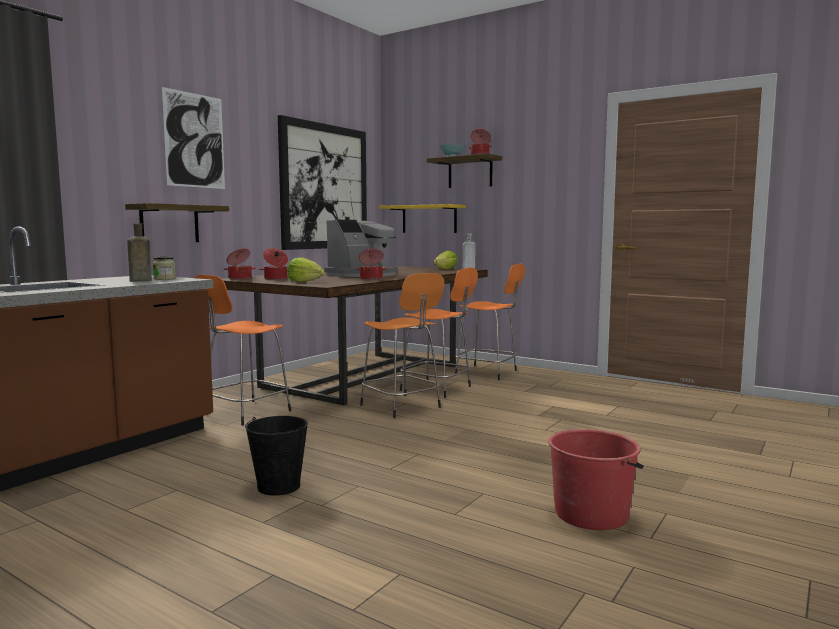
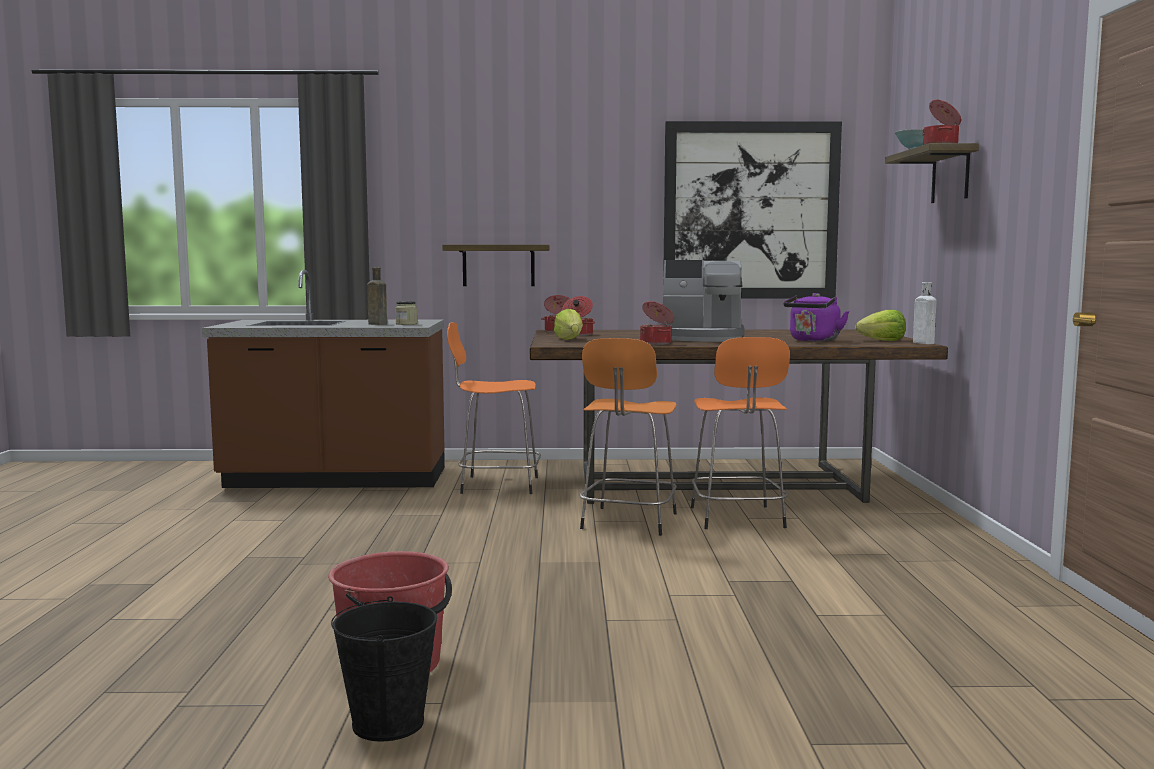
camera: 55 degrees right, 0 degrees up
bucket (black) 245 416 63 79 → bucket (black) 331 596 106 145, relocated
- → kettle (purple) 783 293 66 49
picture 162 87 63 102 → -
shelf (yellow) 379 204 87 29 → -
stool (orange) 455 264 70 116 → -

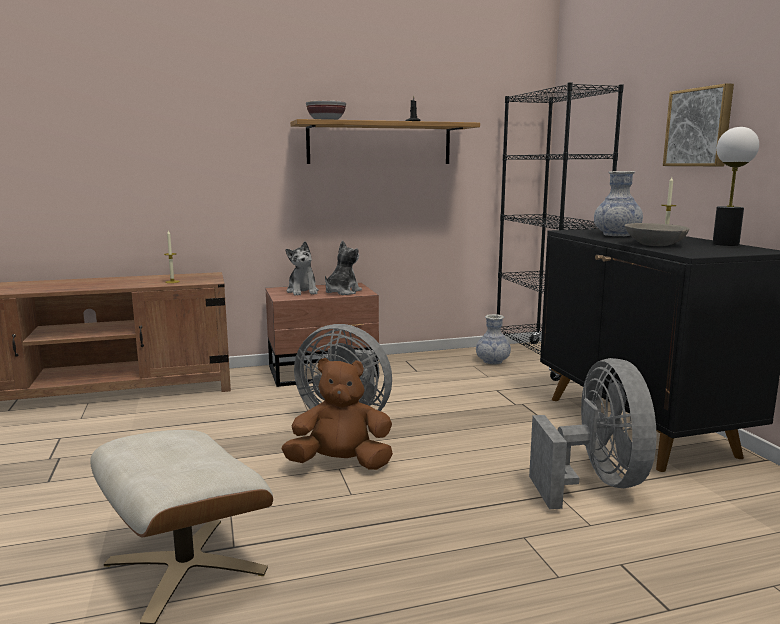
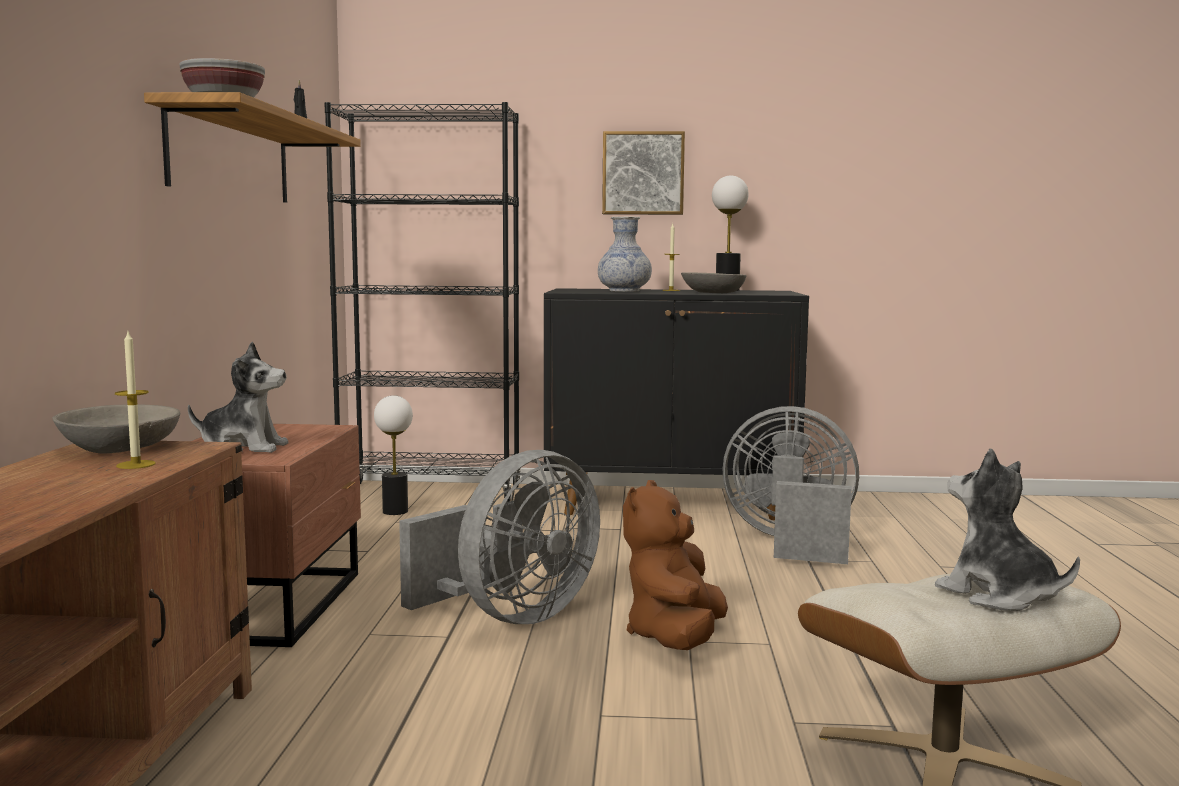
camera: 70 degrees left, 5 degrees down
- → bowl (grey) 52 404 129 49
vase 476 314 35 50 → table lamp 374 395 39 120
plush toy 325 240 37 55 → plush toy 935 448 145 163, relocated

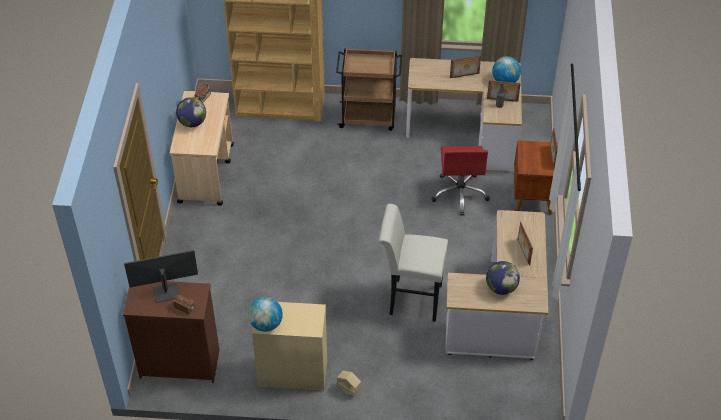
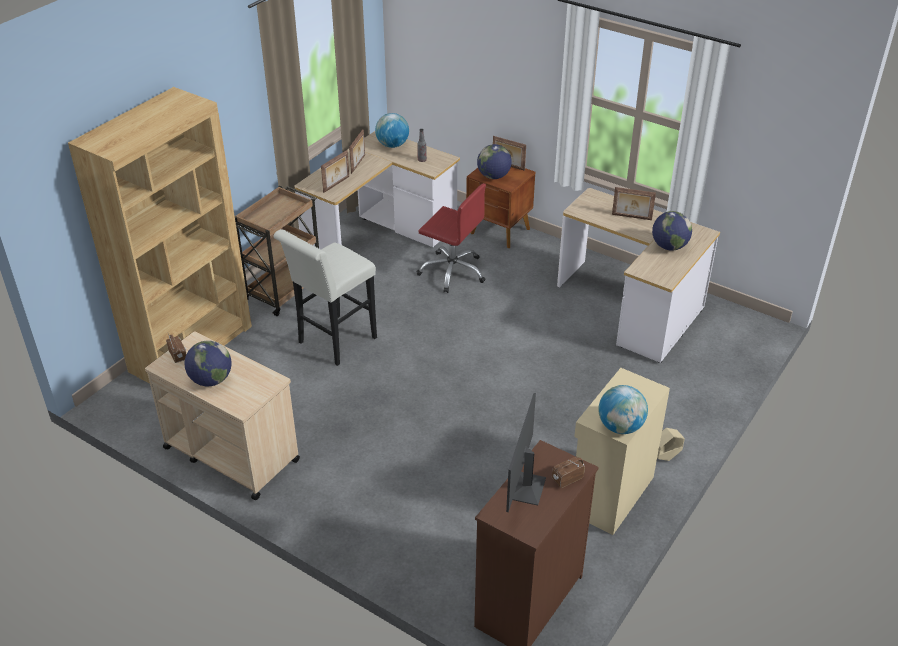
camera: 60 degrees left, 10 degrees down
stool (white) 379 204 69 118 → stool (white) 273 229 104 137, relocated
picture frame 487 80 34 22 → picture frame 321 150 28 43, relocated
- → globe 477 144 35 35

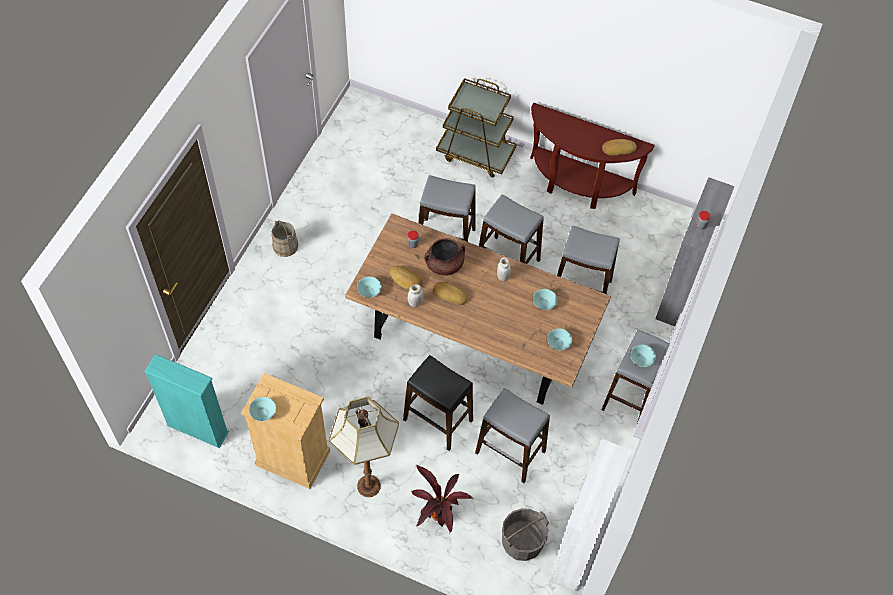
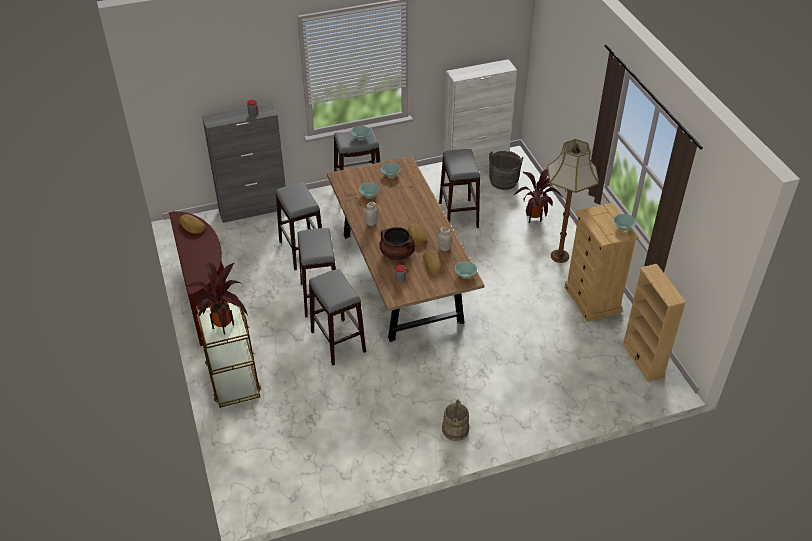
camera: 130 degrees left, 15 degrees down
- → potted plant 186 262 62 73
bookcase (turquoise) 144 354 85 94 → bookcase (beige) 622 264 65 118
stool (black) 403 355 70 96 → -

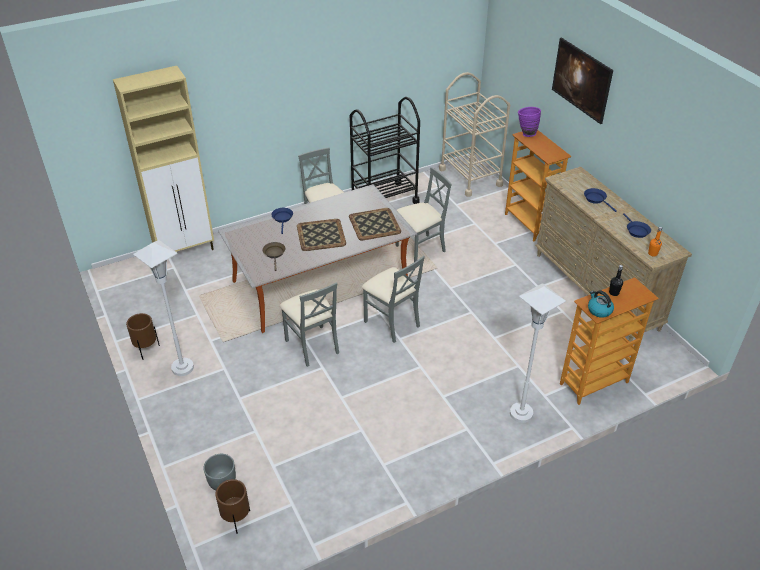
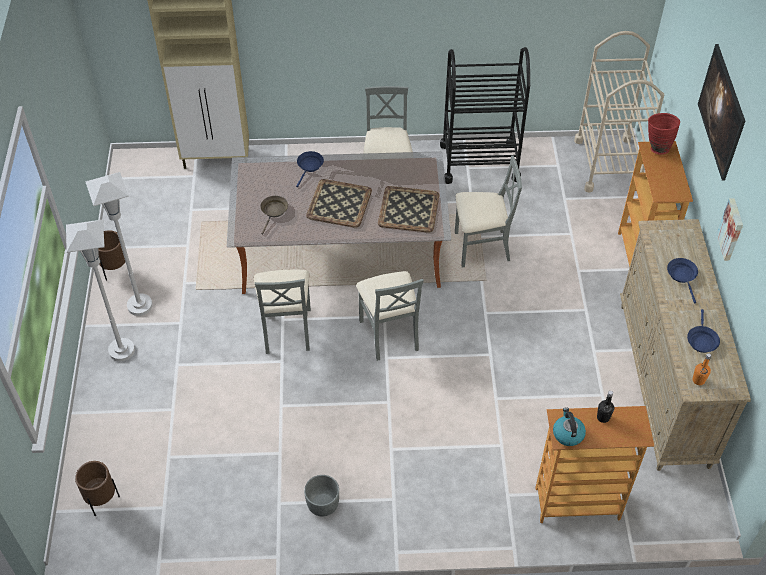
camera: 25 degrees right, 10 degrees up
floor lamp (white) 510 283 56 140 → floor lamp (white) 66 219 69 142, relocated
planter (grey) 203 454 33 36 → planter (grey) 304 475 35 42, relocated
vase (purple) 518 107 23 30 → vase (red) 648 113 32 42
- → picture 716 198 27 63

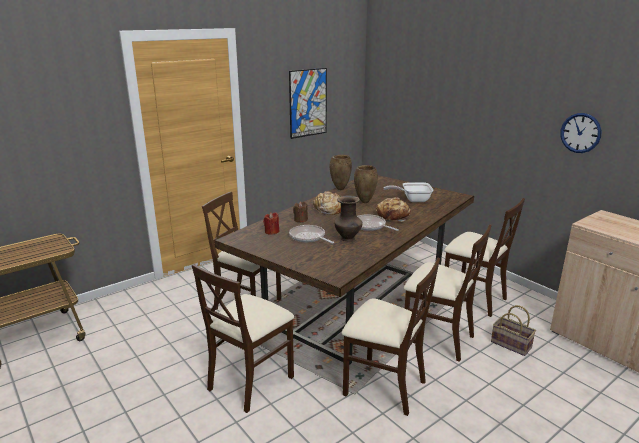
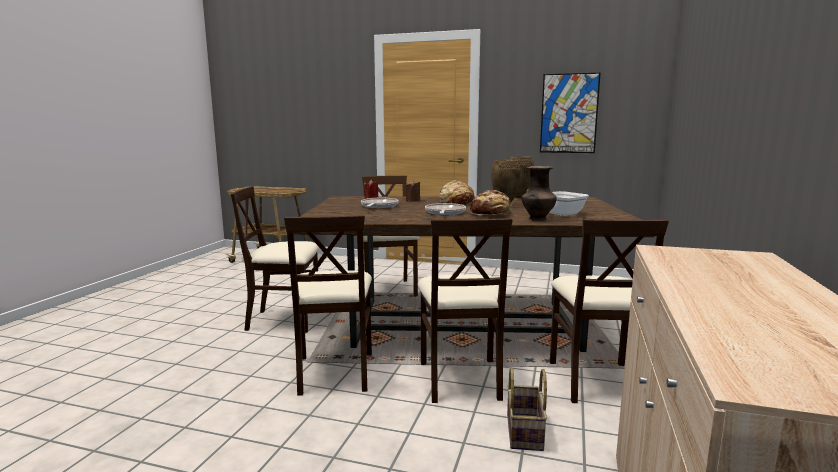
camera: 55 degrees right, 10 degrees down
vase (brown) 334 195 29 47 → vase (brown) 522 166 35 55, relocated
wall clock 560 113 42 40 → -

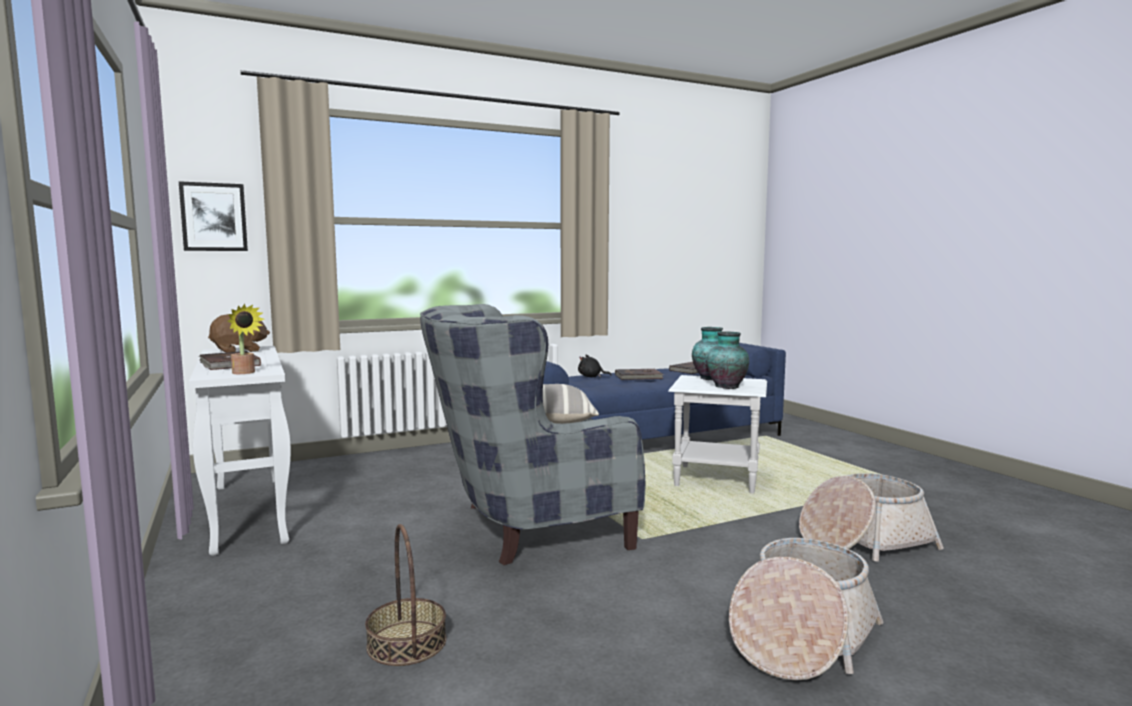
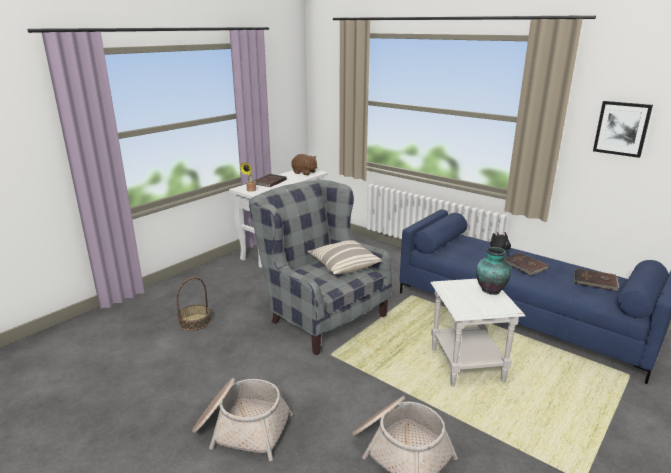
camera: 65 degrees right, 15 degrees up
picture 179 181 69 70 → picture 593 101 60 57, relocated
vase 707 331 42 58 → -

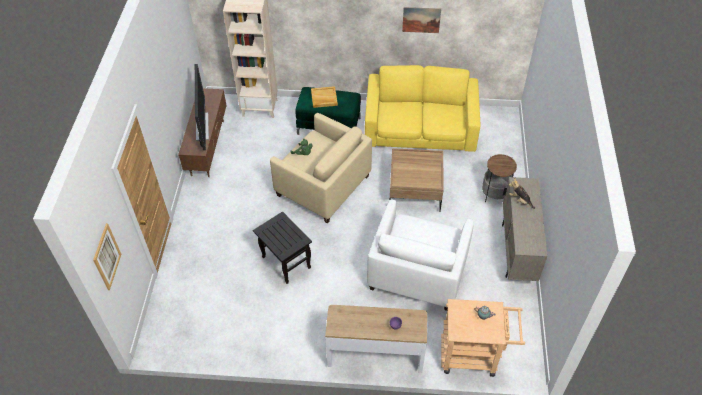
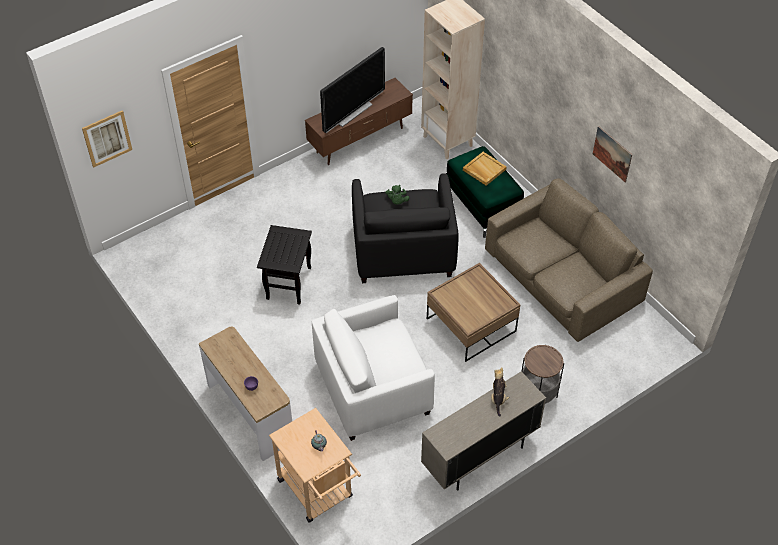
camera: 50 degrees right, 0 degrees up
armchair (beige) 270 113 102 111 → armchair (black) 352 173 106 110
sofa (yellow) 365 65 116 87 → sofa (brown) 485 178 168 164

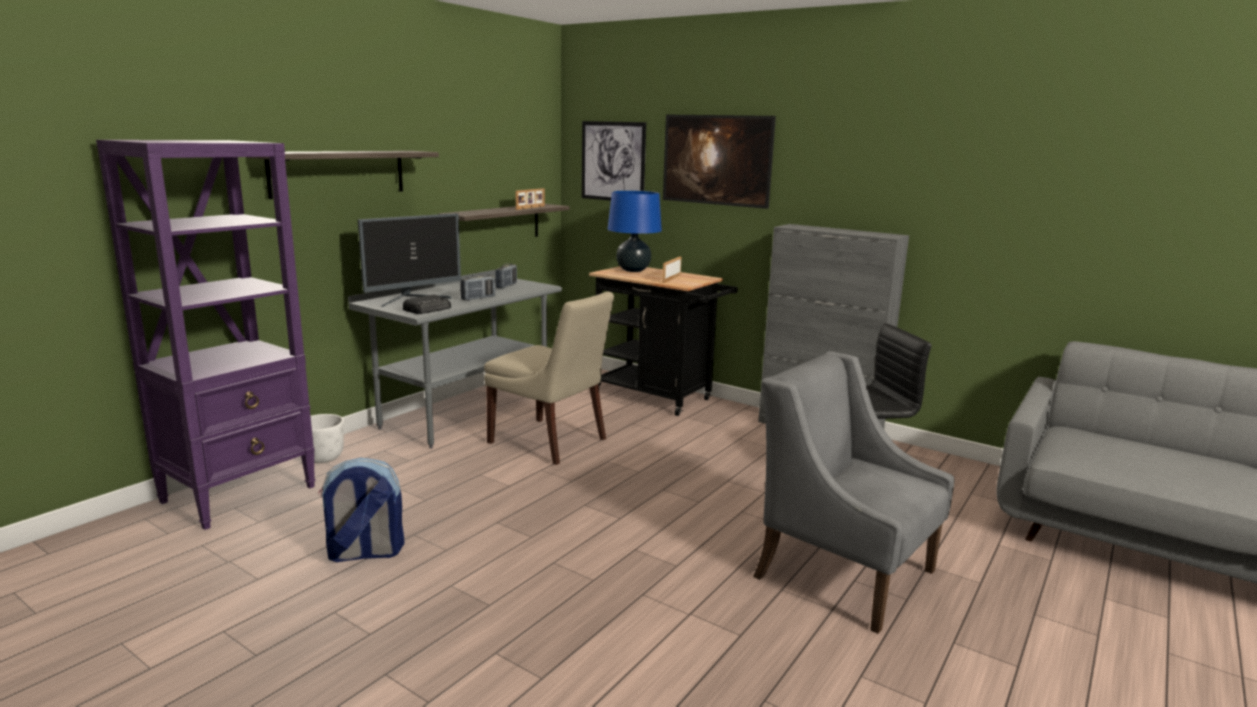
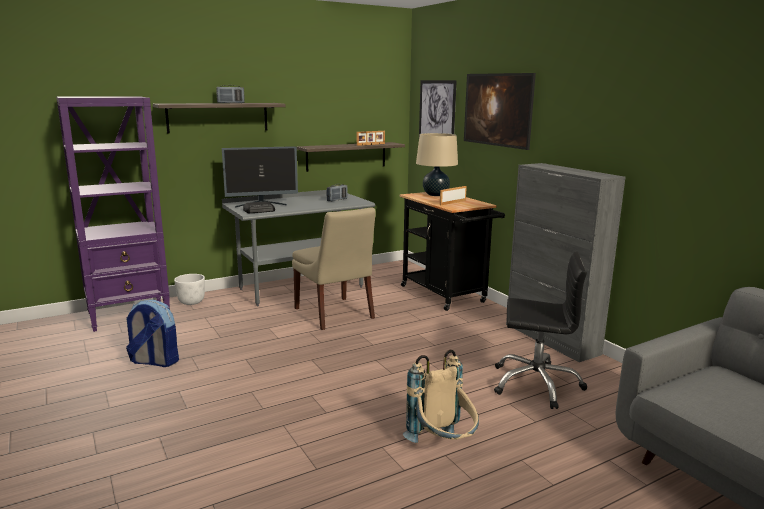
camera: 25 degrees right, 0 degrees up
radio 460 274 36 26 → radio 216 85 29 18, relocated
armchair (grey) 753 351 201 283 → backpack (beige) 403 350 76 93
table lamp (blue) 608 190 54 82 → table lamp (beige) 416 133 42 63

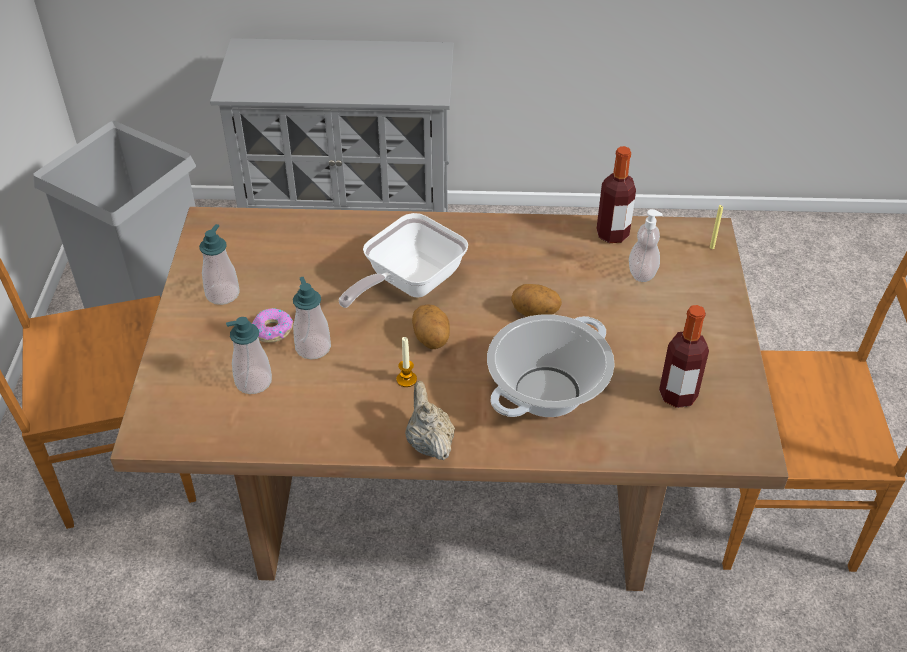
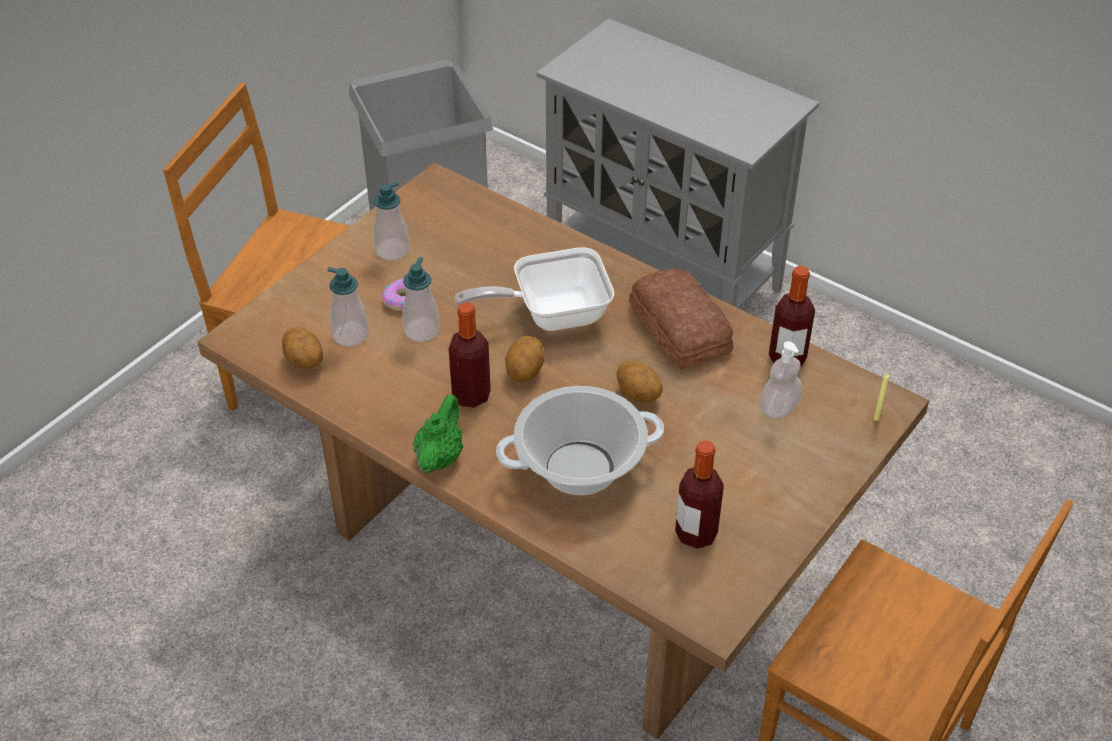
camera: 35 degrees right, 0 degrees up
- → potato 282 327 41 42
teapot (beige) 405 381 50 79 → teapot (green) 413 395 50 78
candle 396 337 21 50 → bottle 449 302 42 106
- → bread 629 268 104 102

